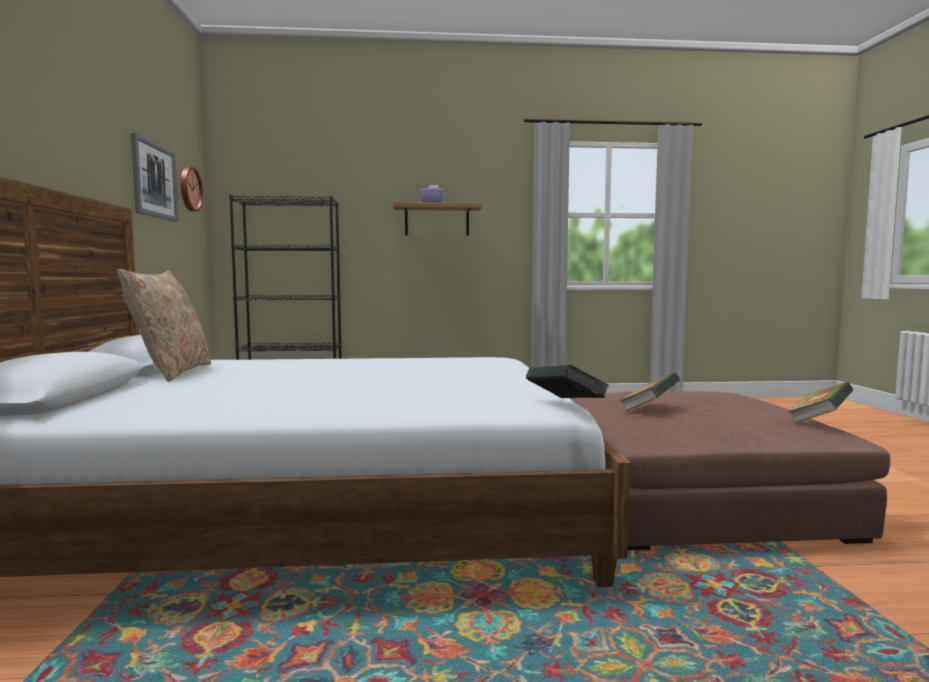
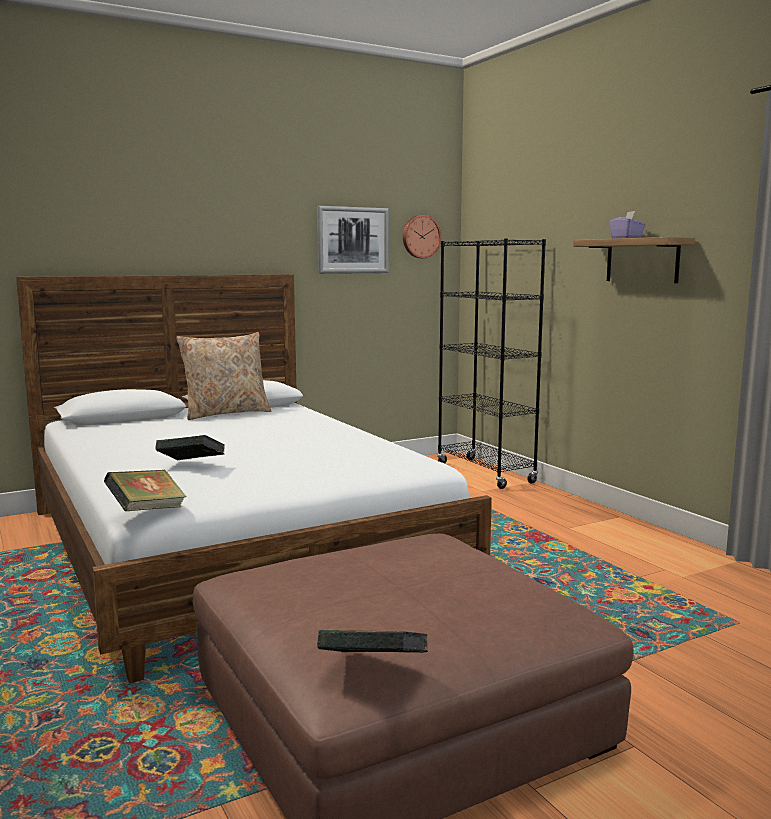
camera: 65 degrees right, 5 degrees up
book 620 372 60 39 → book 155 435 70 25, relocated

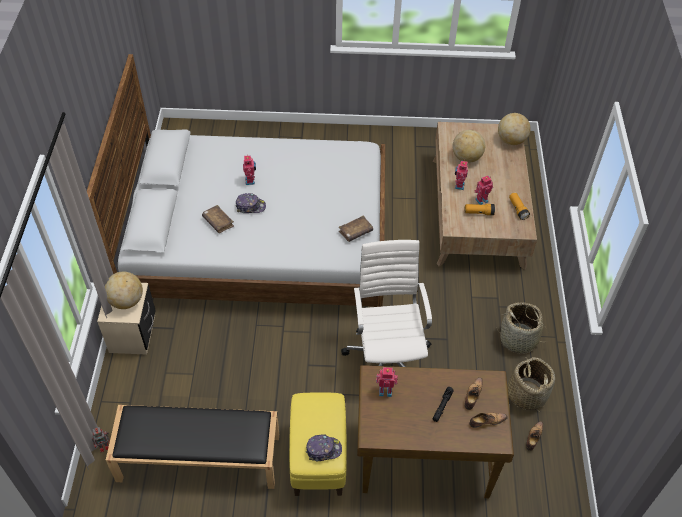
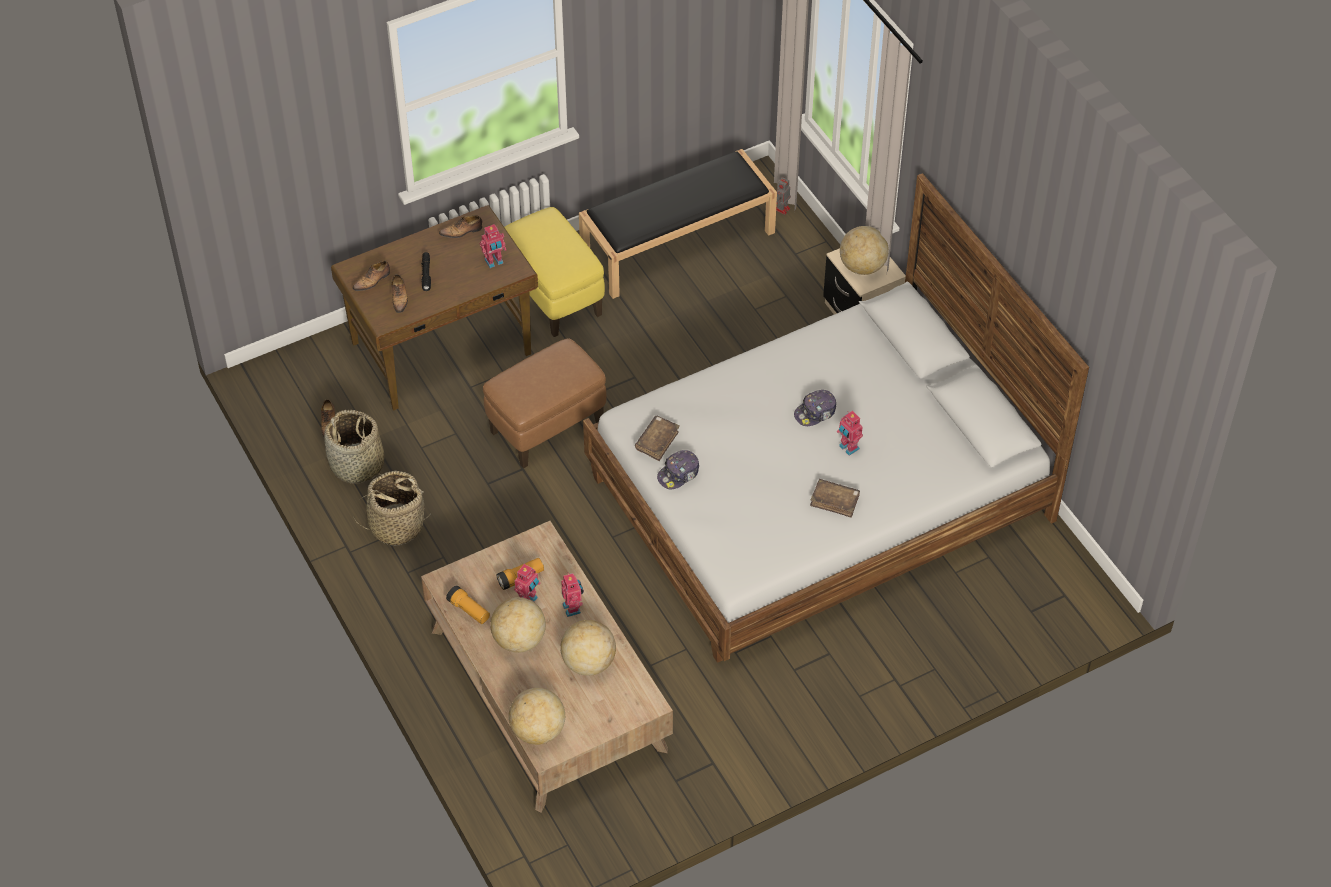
camera: 150 degrees right, 0 degrees up
- → shoe 439 215 43 23
office chair (white) 341 240 91 127 → ottoman (brown) 483 338 123 130
- → globe 490 597 56 56
cap 306 434 36 27 → cap 657 450 42 39, relocated
book (brown) 202 205 32 28 → book (brown) 810 479 50 39, relocated

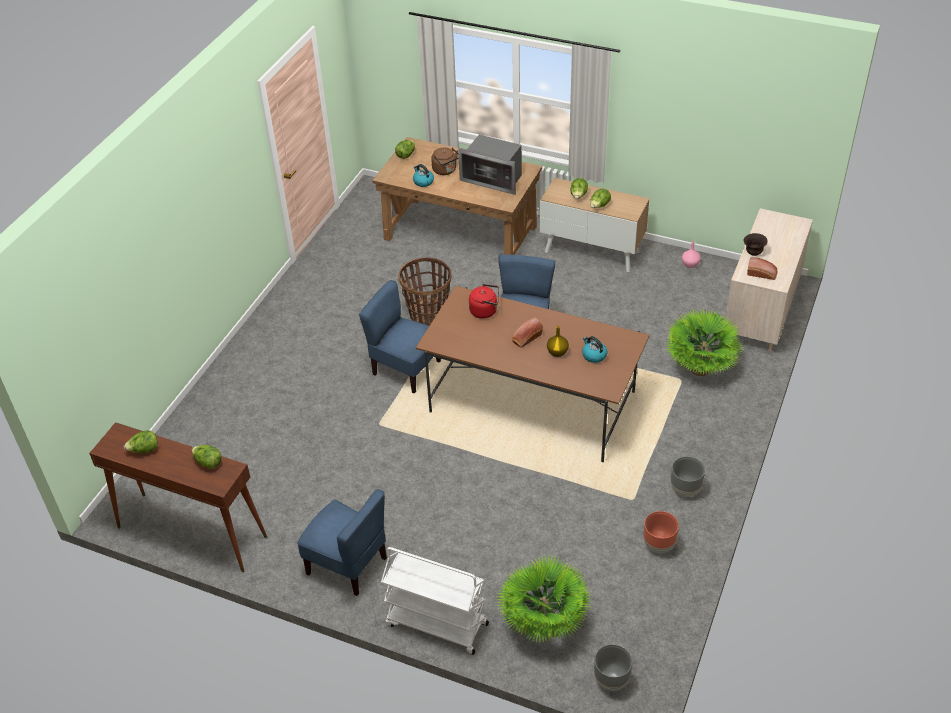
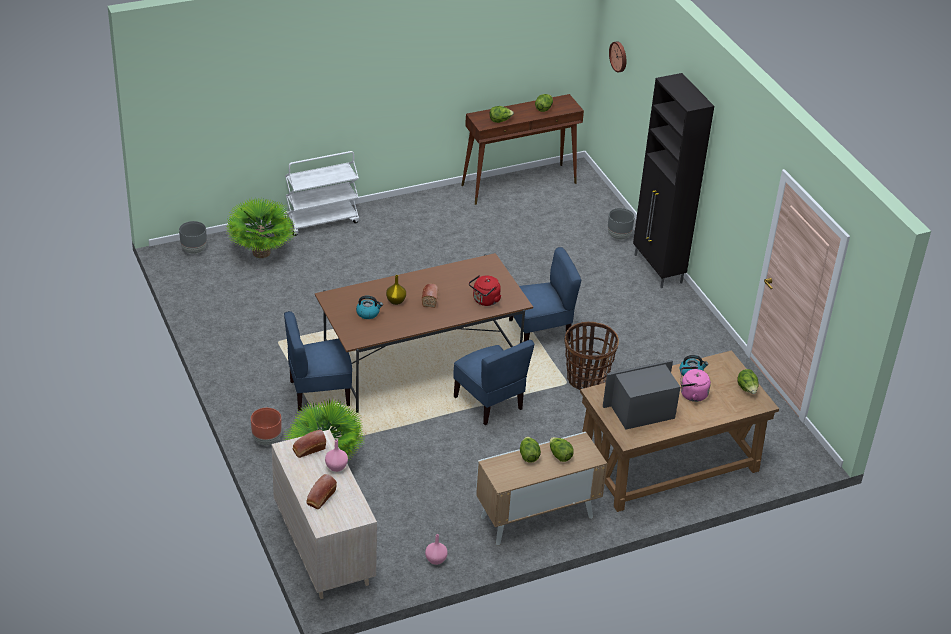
camera: 130 degrees right, 5 degrees down
planter (brown) 643 511 36 42 → planter (brown) 251 408 31 37, relocated
chair (blue) 297 489 90 107 → chair (blue) 284 311 68 100, relocated
- → bread 307 474 30 35
bowl (brown) 744 233 24 23 → vase (pink) 325 439 23 33
planter (grey) 671 456 34 41 → planter (grey) 608 208 27 32, relocated
- → wall clock 609 41 17 31
- → cabinet (black) 633 73 81 215
kettle (brown) 431 147 28 28 → kettle (pink) 680 367 31 35

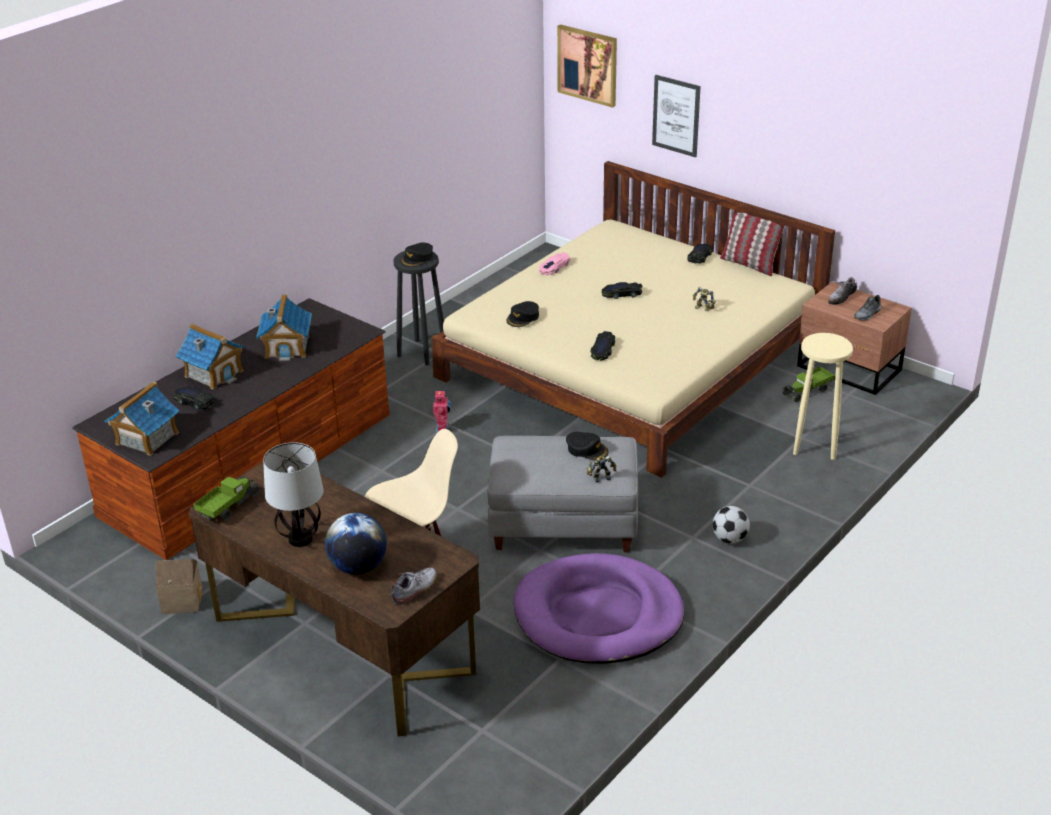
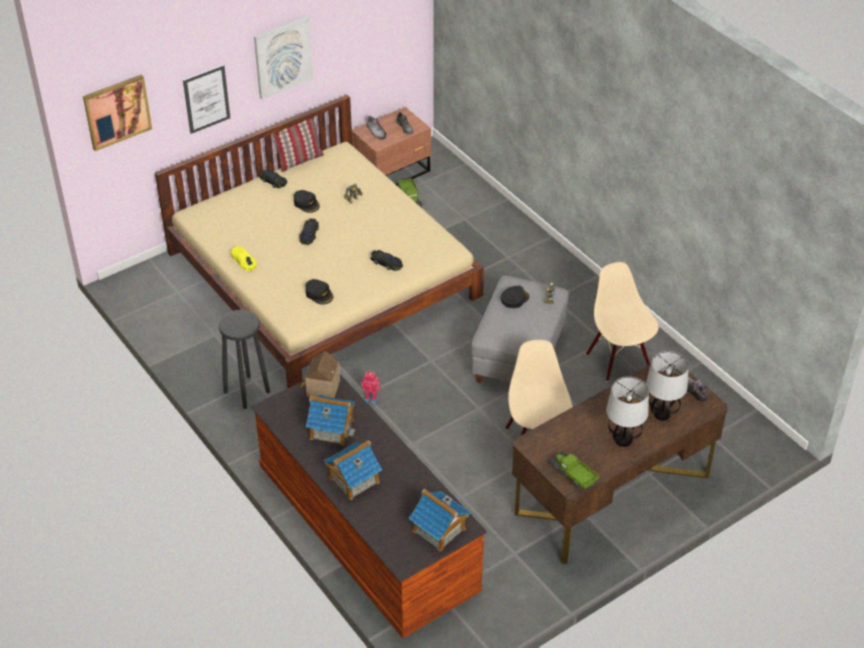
camera: 75 degrees left, 10 degrees up
toy car (pink) 539 252 32 23 → toy car (yellow) 231 246 26 25
- → picture 254 17 59 82
cap (black) 400 243 33 24 → cap (black) 294 190 26 23, relocated
toy house 156 559 46 55 → toy house 301 351 39 47, relocated
dog bed (purple) 514 553 170 111 → chair (beige) 586 262 73 120
globe 325 513 62 61 → table lamp 646 351 43 70
toy car (black) 173 386 43 24 → -
football 713 506 37 38 → -
stool (beige) 793 333 60 127 → -

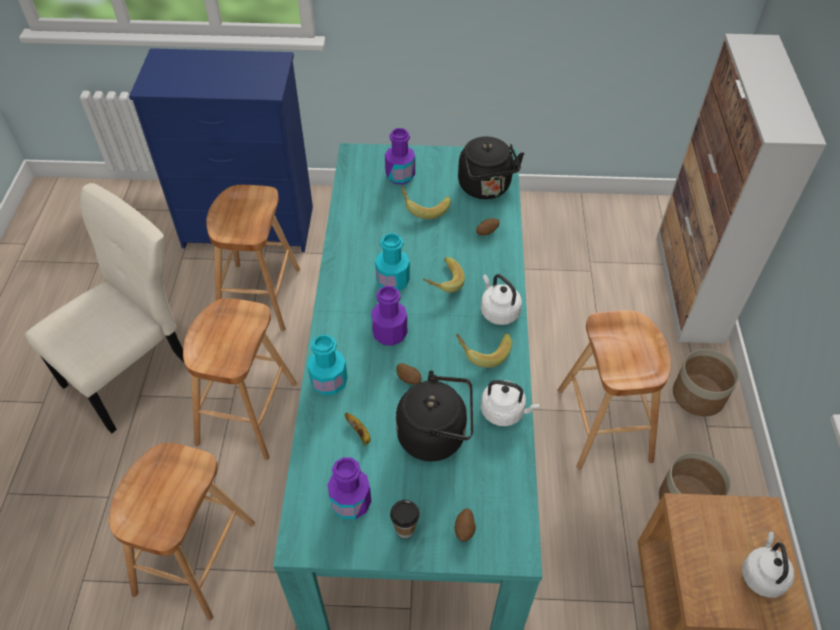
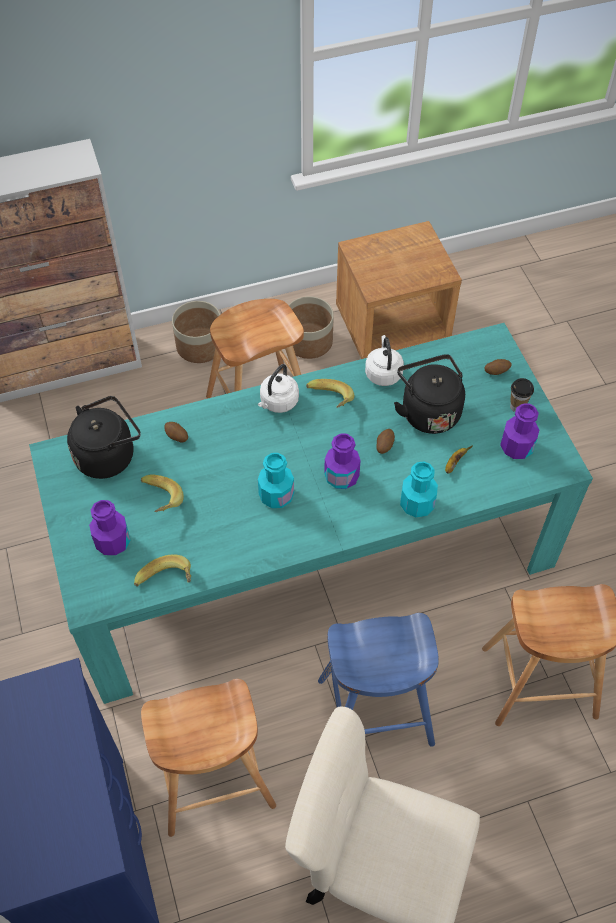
camera: 110 degrees left, 5 degrees up
banana 423 257 42 36 → banana 134 555 57 31, relocated
stool (brown) 183 298 114 162 → stool (blue) 318 613 121 134
kettle (white) 742 532 53 66 → -

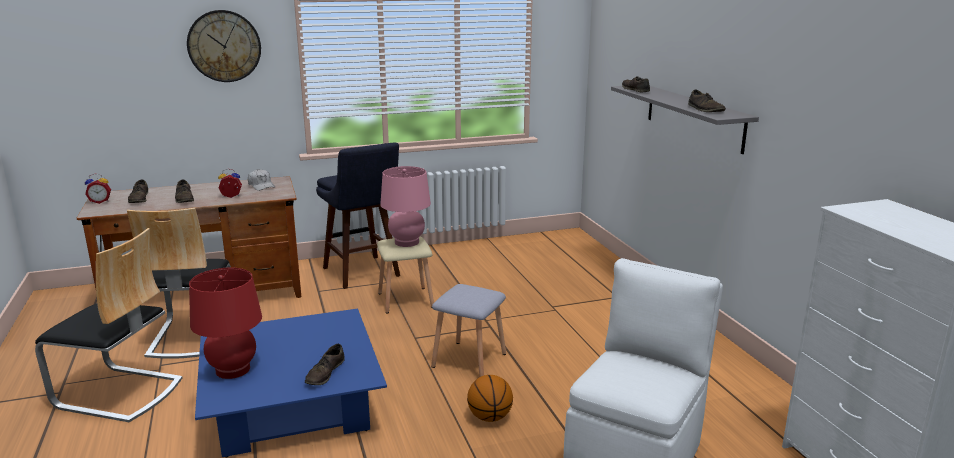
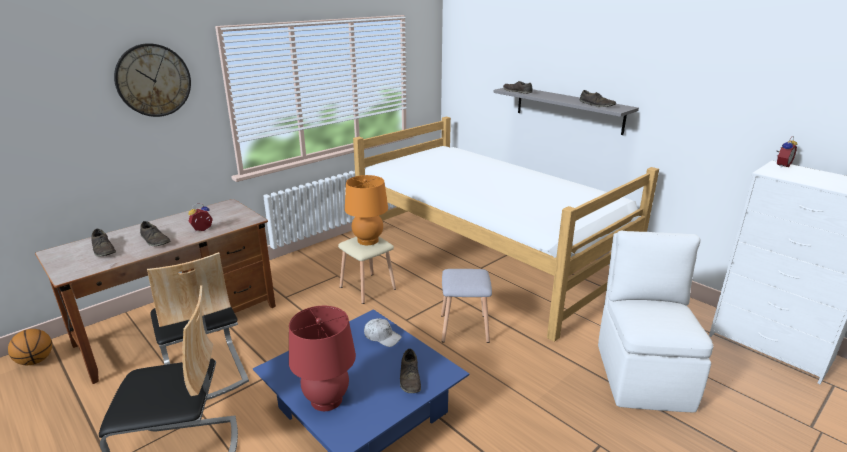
camera: 25 degrees left, 5 degrees up
basketball 467 375 46 47 → basketball 8 329 44 36, relocated
table lamp (pink) 380 166 51 81 → table lamp (orange) 345 175 43 70
- → bed 353 117 306 225
cap (white) 248 169 27 22 → cap (white) 364 318 38 29, relocated
alarm clock 85 174 26 30 → alarm clock 777 136 21 32, relocated
stool (blue) 316 143 84 146 → -

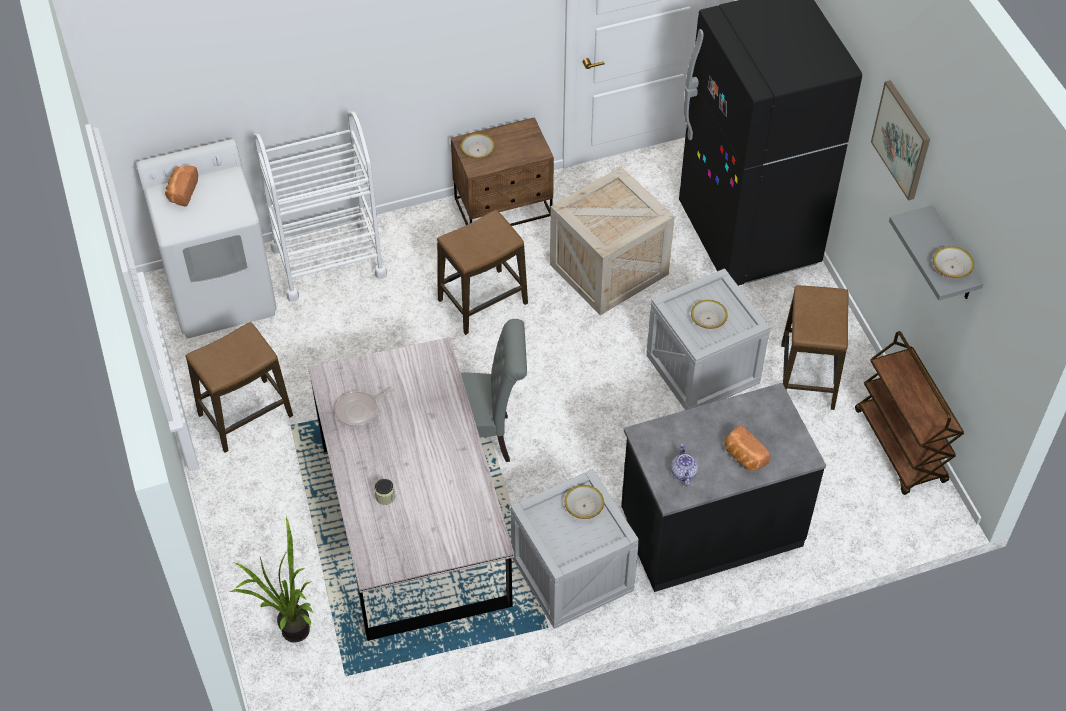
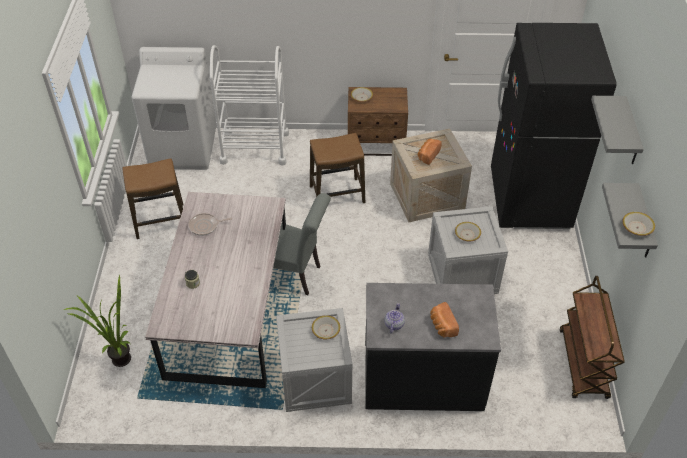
camera: 20 degrees right, 5 degrees down
bread 165 166 33 41 → bread 418 139 24 26, relocated
picture 871 80 59 121 → shelf (grey) 591 96 53 68
stool 781 285 68 125 → -

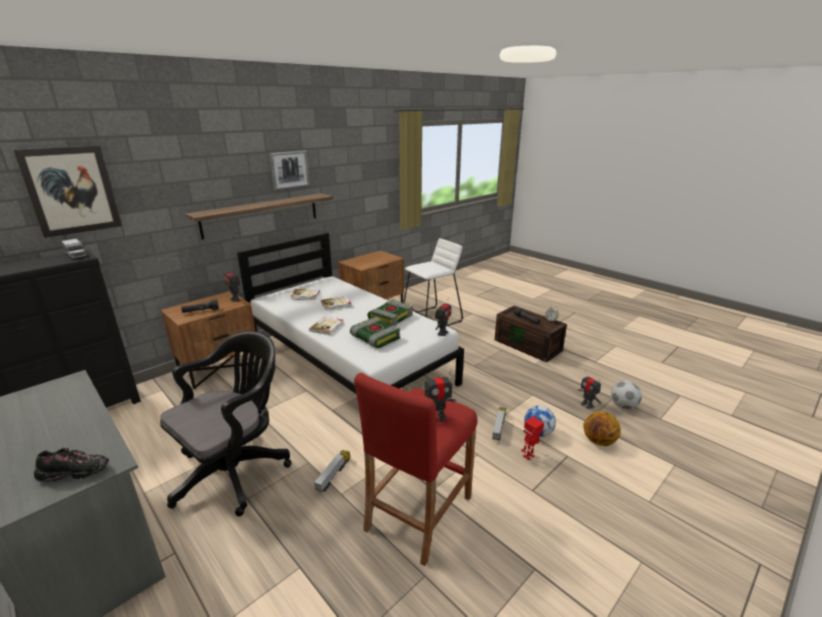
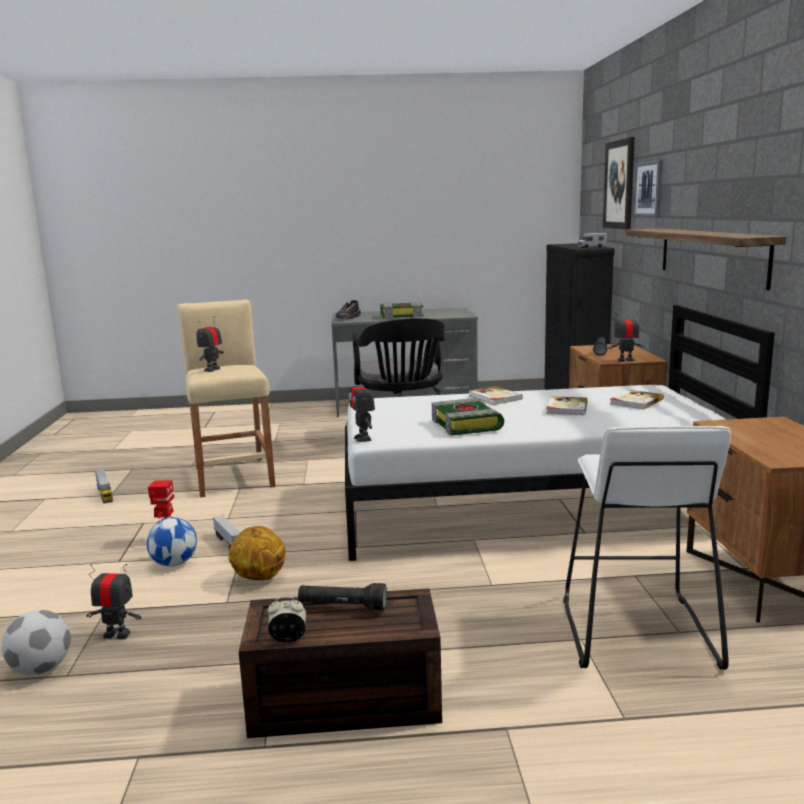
camera: 130 degrees right, 10 degrees down
toy truck 314 450 36 42 → toy truck 95 470 18 33, relocated
stool (red) 354 373 123 193 → stool (beige) 177 299 99 199
basketball 584 411 37 35 → basketball 228 526 58 54, relocated
book 350 317 50 31 → book 380 302 44 17, relocated
picture 269 150 41 40 → picture 633 160 30 57, relocated

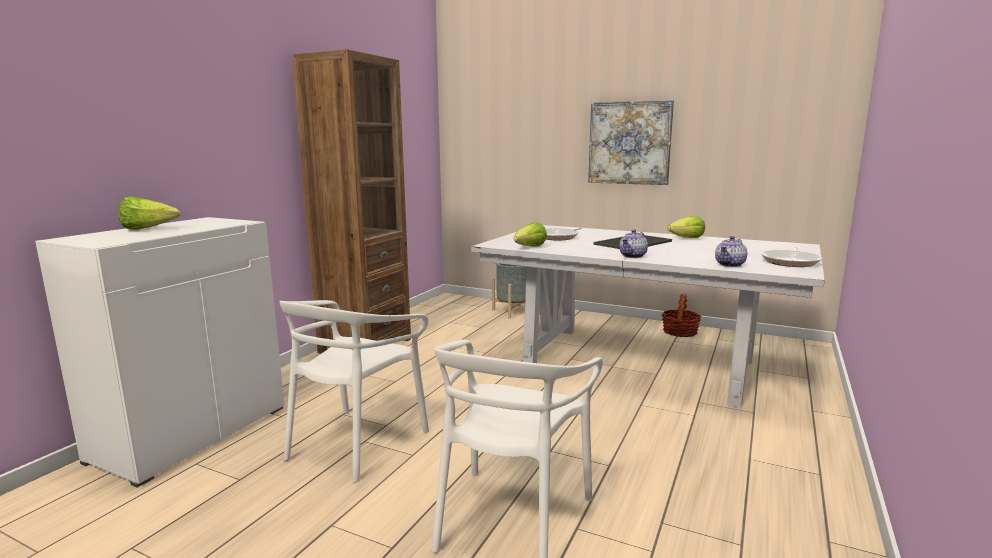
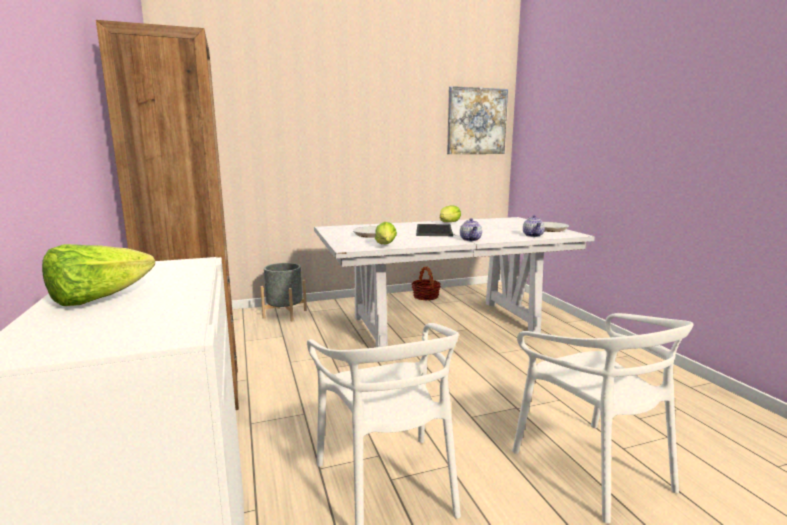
camera: 45 degrees left, 0 degrees up
picture 588 100 86 85 → picture 447 86 61 68, relocated

